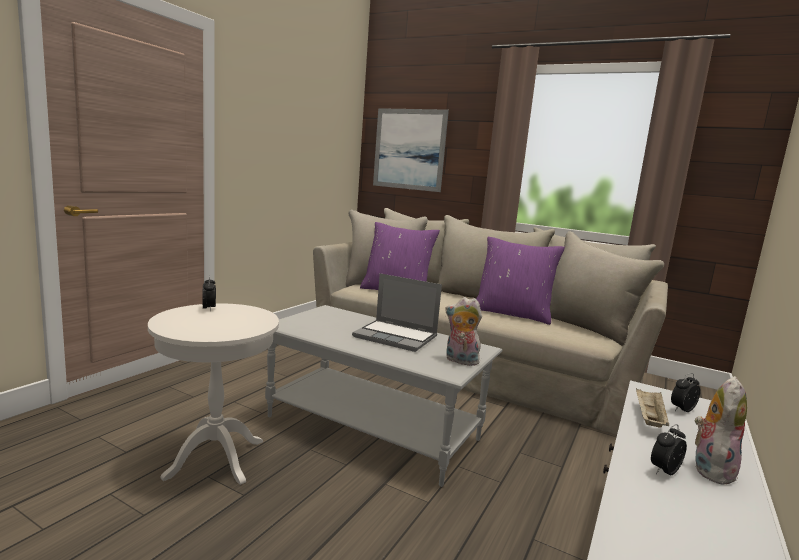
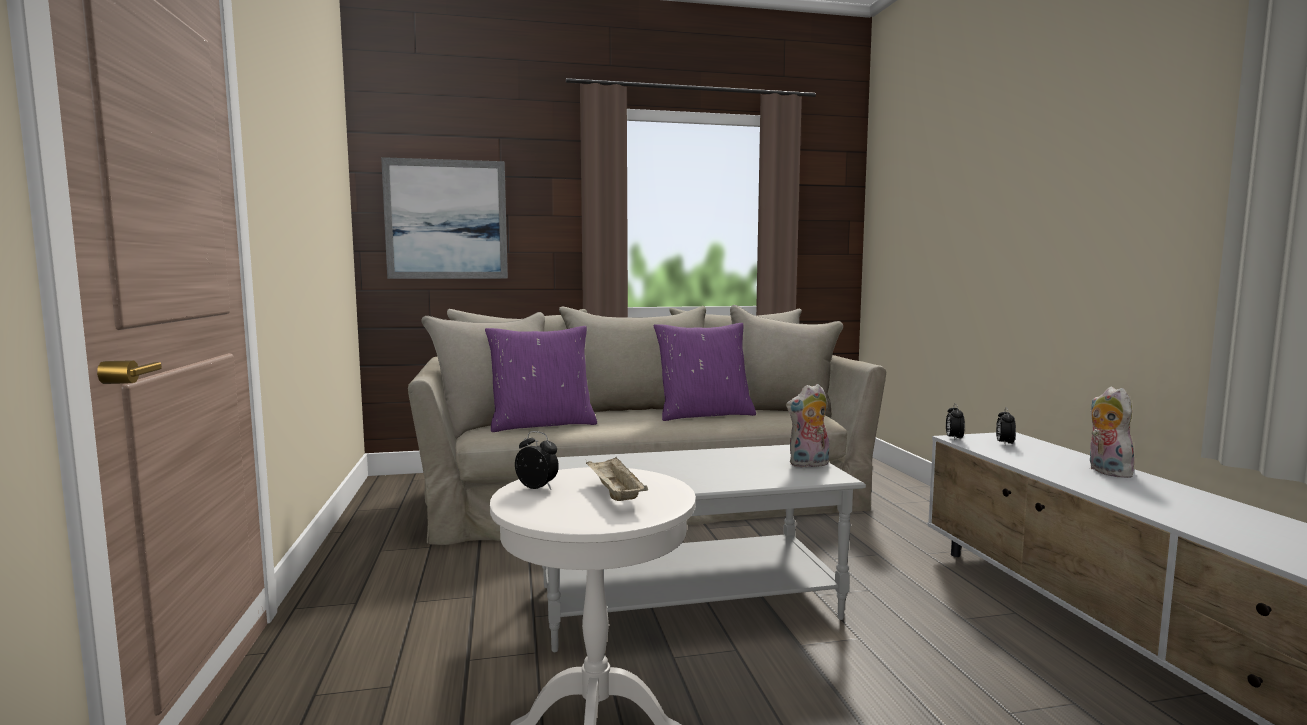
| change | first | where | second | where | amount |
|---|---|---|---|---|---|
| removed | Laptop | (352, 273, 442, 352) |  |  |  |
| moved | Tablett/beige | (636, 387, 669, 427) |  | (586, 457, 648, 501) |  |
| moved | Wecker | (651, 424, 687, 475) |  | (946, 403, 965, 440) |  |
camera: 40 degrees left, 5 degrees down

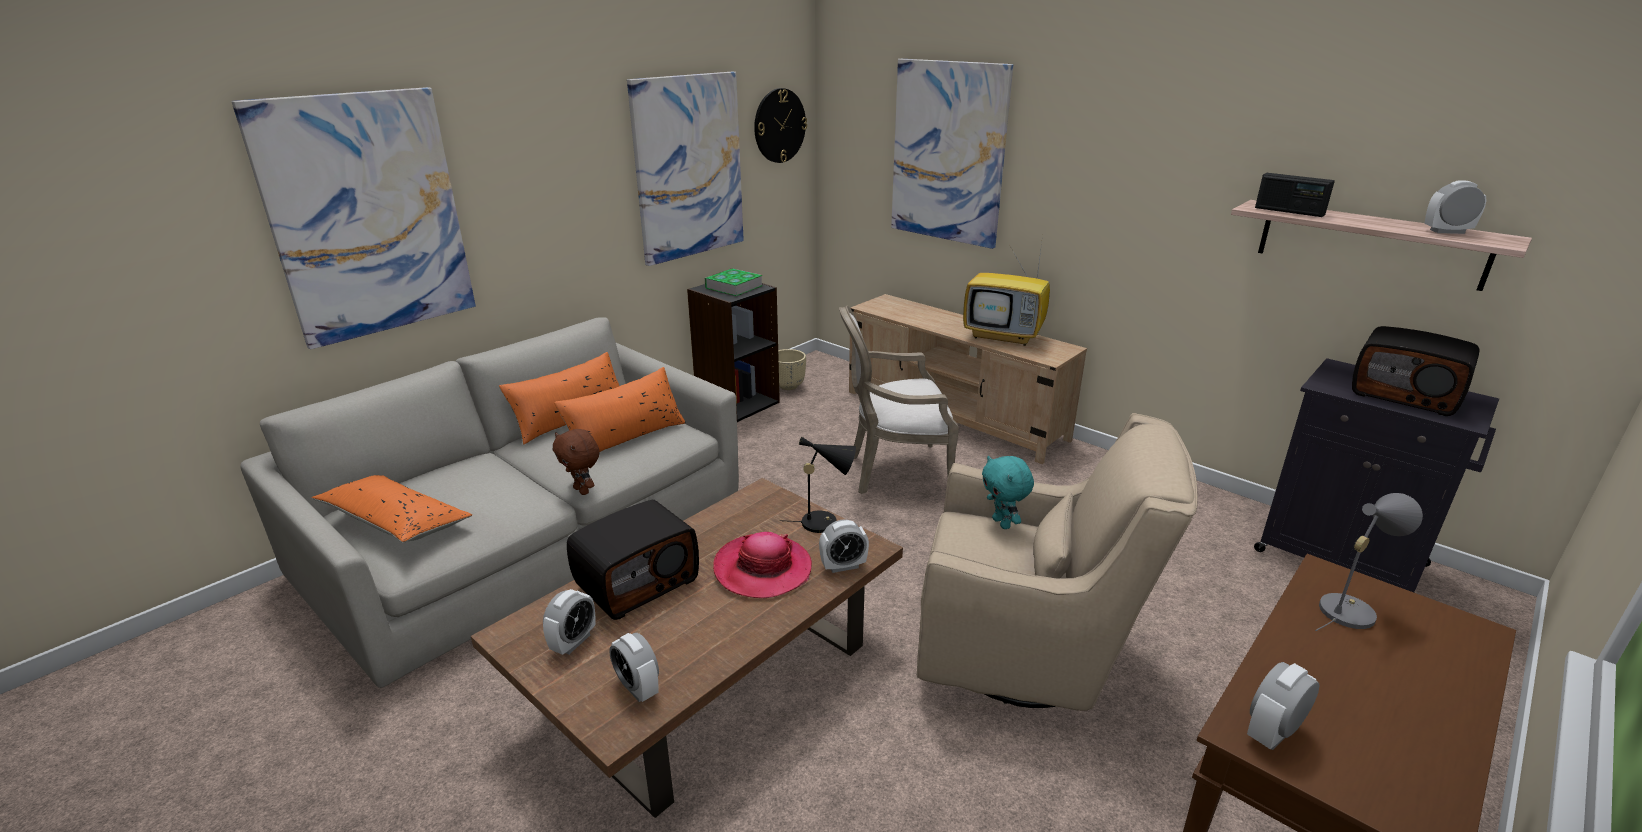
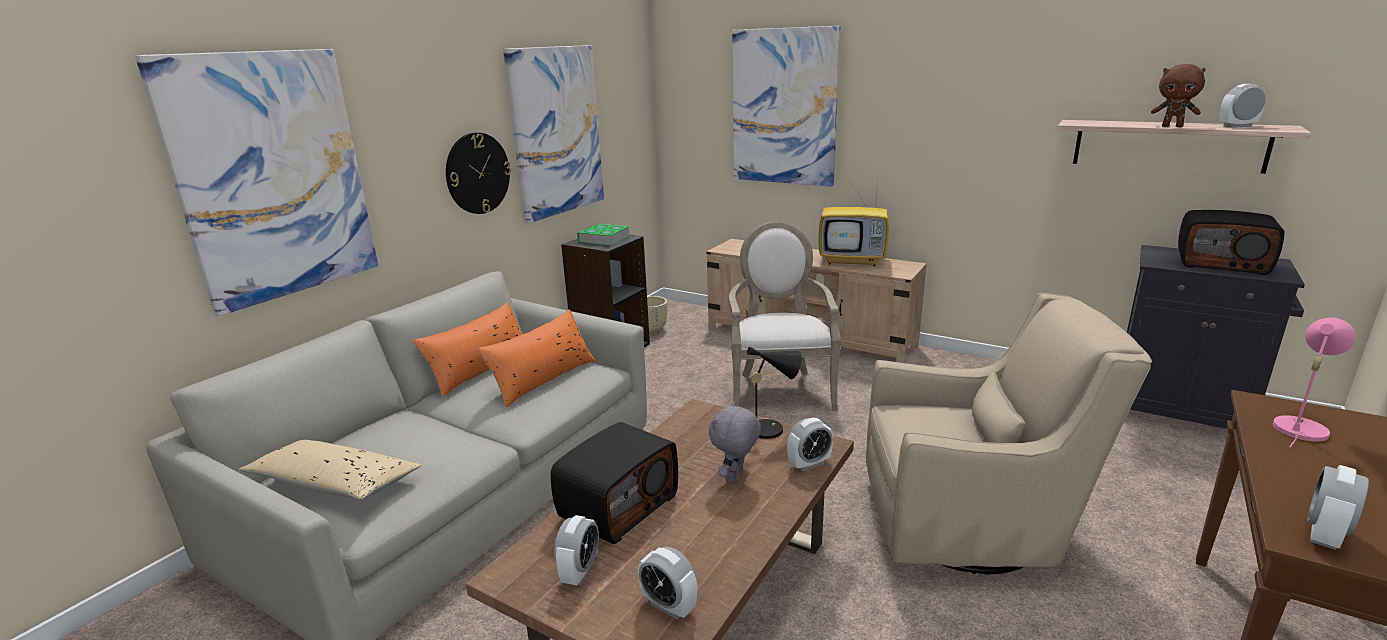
| change | first | where | second | where | amount |
|---|---|---|---|---|---|
| recoloured | Kissen/orange | (312, 475, 472, 543) | Kissen/beige | (238, 440, 421, 500) |  |
| moved | Plüschtier/braun | (553, 429, 600, 495) |  | (1151, 64, 1206, 127) |  |
| replaced | Hut | (713, 532, 812, 598) | Plüschtier/grau | (709, 402, 761, 483) |  |
| moved | Wanduhr | (754, 88, 807, 163) |  | (446, 132, 511, 214) |  |
| turned | Sessel | (839, 306, 959, 494) |  | (729, 222, 841, 411) | 105 degrees clockwise |
| removed | Plüschtier/türkis | (982, 456, 1034, 529) |  |  |  |
| removed | Radio | (1255, 173, 1335, 217) |  |  |  |
| recoloured | Tischlampe/grau | (1315, 493, 1423, 631) | Tischlampe/rosa | (1273, 318, 1356, 448) |  |
camera: 10 degrees left, 5 degrees down

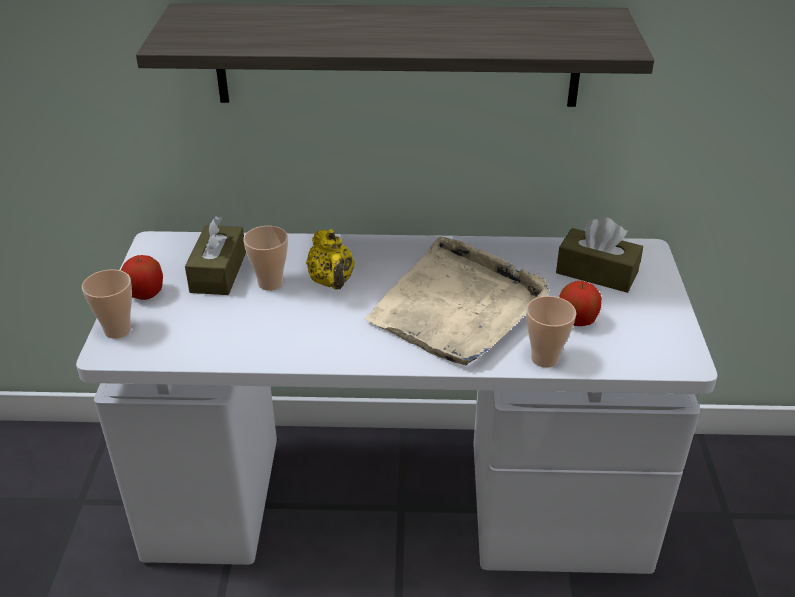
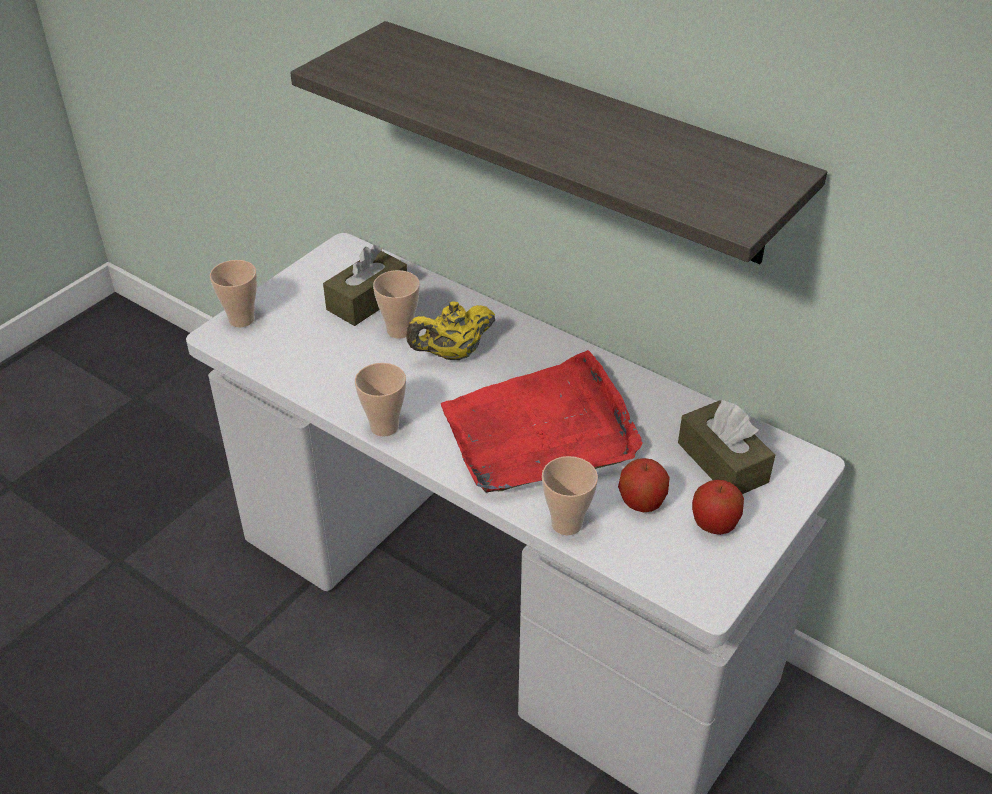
| change | first | where | second | where | amount |
|---|---|---|---|---|---|
| moved | Apfel | (121, 255, 163, 300) |  | (692, 480, 744, 535) |  |
| turned | Teekanne/gelb | (306, 229, 355, 290) |  | (406, 301, 495, 360) | 45 degrees clockwise |
| recoloured | Tablett/beige | (364, 236, 550, 365) | Tablett/rot | (441, 350, 643, 493) |  |
| added |  |  | Tasse | (355, 363, 406, 437) |  |
camera: 35 degrees right, 5 degrees up

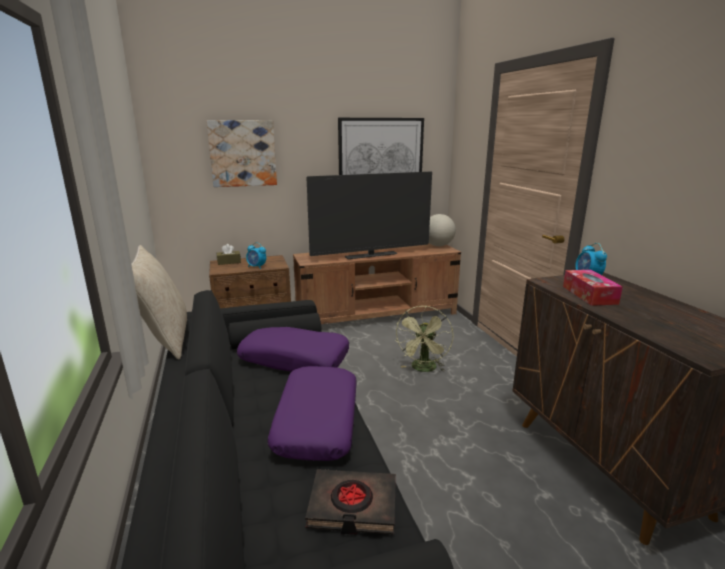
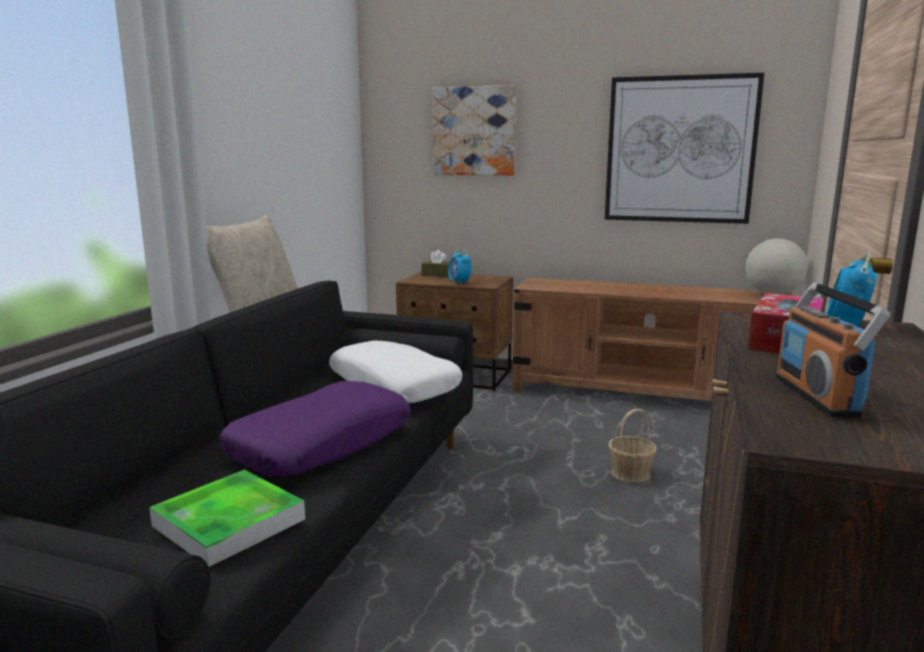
| change | first | where | second | where | amount |
|---|---|---|---|---|---|
| recoloured | Kissen/lila | (237, 327, 349, 372) | Kissen/weiß | (329, 340, 462, 403) |  |
| replaced | Buch/schwarz | (305, 469, 396, 535) | Tablett | (149, 470, 305, 567) |  |
| removed | Fernseher | (306, 172, 432, 259) |  |  |  |
| replaced | Ventilator/grün | (395, 306, 453, 372) | Korb | (608, 409, 657, 483) |  |
| added |  |  | Radio | (775, 282, 890, 417) |  |
camera: 35 degrees right, 5 degrees down

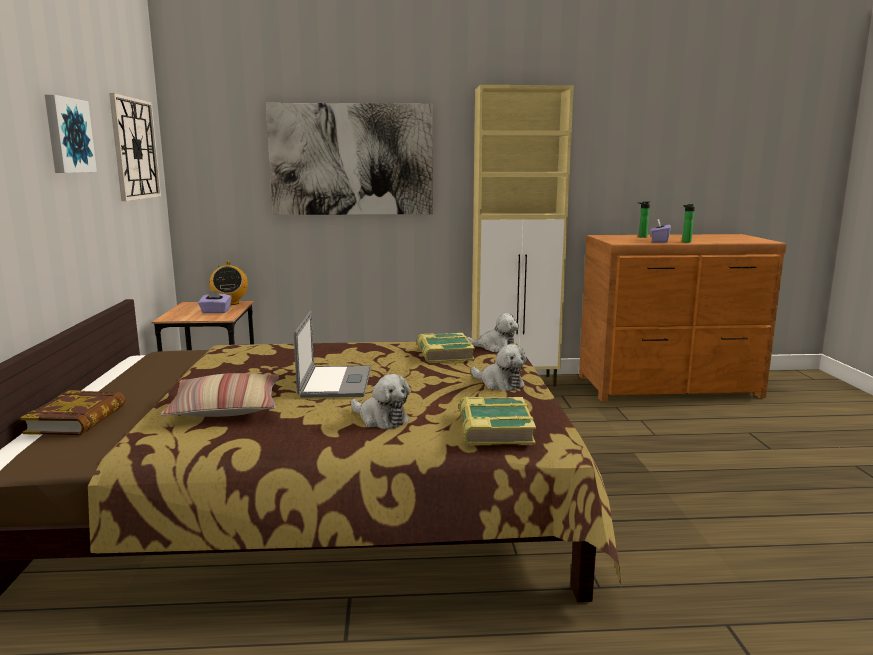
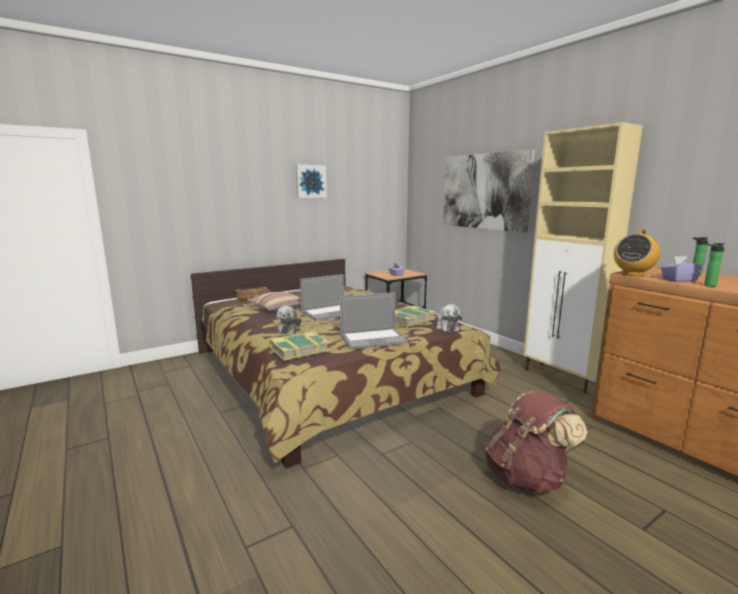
| change | first | where | second | where | amount |
|---|---|---|---|---|---|
| removed | Wanduhr | (109, 93, 161, 201) |  |  |  |
| moved | Radio | (209, 261, 248, 305) |  | (614, 229, 660, 276) |  |
| replaced | Plüschtier | (471, 344, 527, 391) | Laptop | (340, 292, 408, 349) |  |
| added |  |  | Rucksack/braun | (485, 391, 587, 493) |  |
camera: 60 degrees right, 0 degrees up

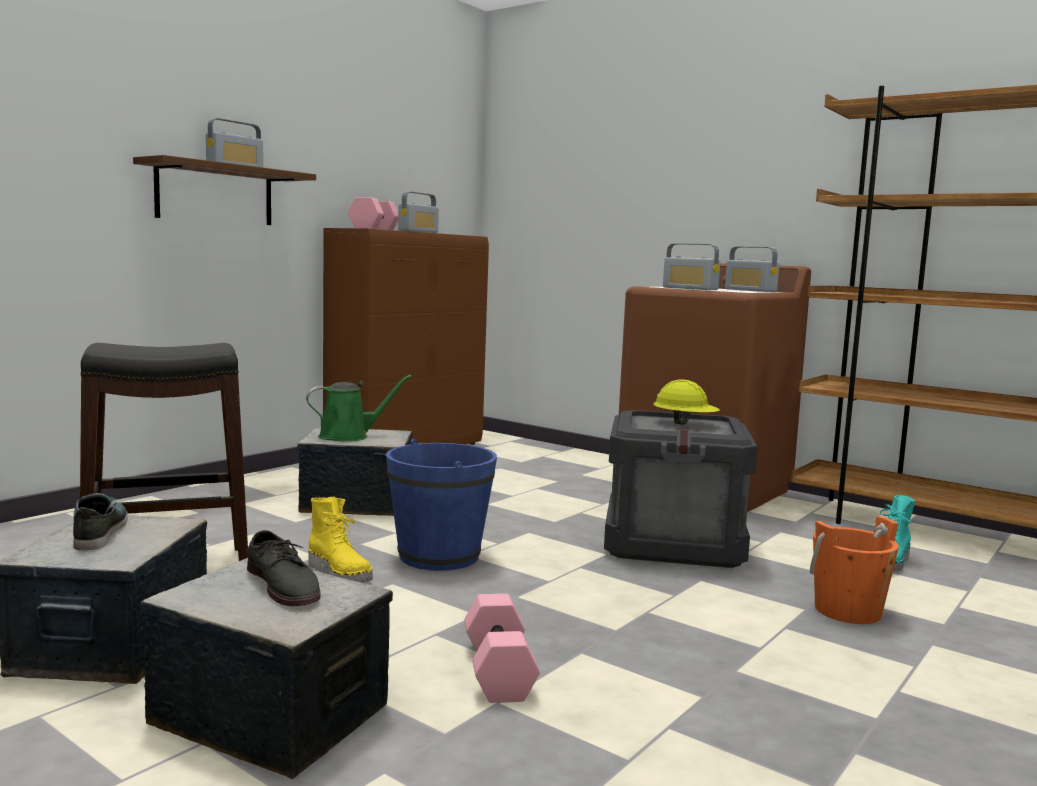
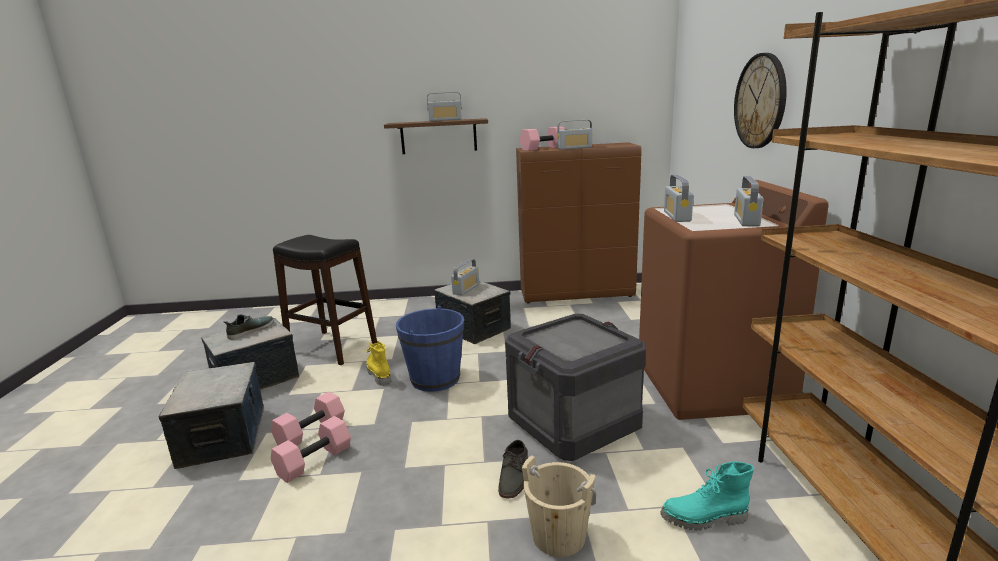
| change | first | where | second | where | amount |
|---|---|---|---|---|---|
| moved | Schuh/grau | (247, 530, 320, 606) |  | (498, 440, 528, 498) |  |
| replaced | Gießkanne/grün | (306, 375, 412, 442) | Radio | (451, 259, 479, 296) |  |
| turned | Stiefel/gelb | (308, 497, 373, 583) |  | (366, 341, 391, 386) | 150 degrees clockwise |
| removed | Schutzhelm/gelb | (653, 379, 720, 425) |  |  |  |
| recoloured | Eimer/orange | (810, 516, 899, 624) | Eimer/beige | (522, 455, 596, 557) |  |
| added |  |  | Hantel/rosa | (271, 392, 345, 446) |  |
| added |  |  | Wanduhr | (734, 53, 787, 148) |  |
camera: 50 degrees right, 10 degrees up

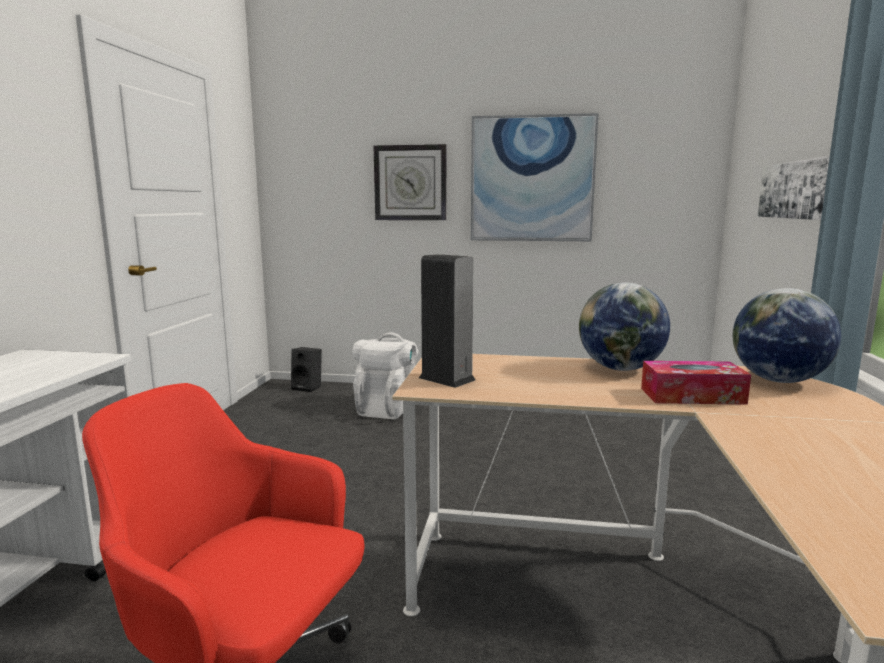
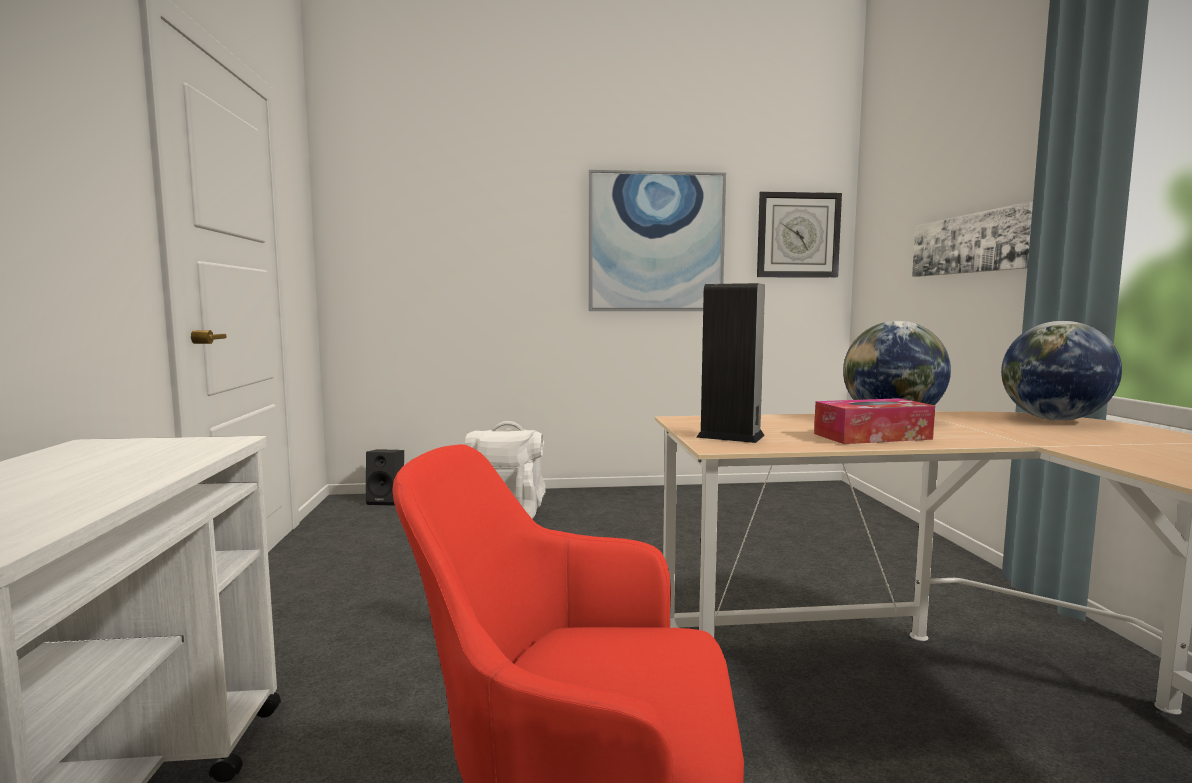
| change | first | where | second | where | amount |
|---|---|---|---|---|---|
| moved | Wanduhr | (373, 144, 447, 220) |  | (757, 191, 842, 278) |  |
| moved | Taschentuchbox | (641, 361, 751, 405) |  | (814, 398, 935, 444) |  |
camera: 15 degrees left, 5 degrees down

